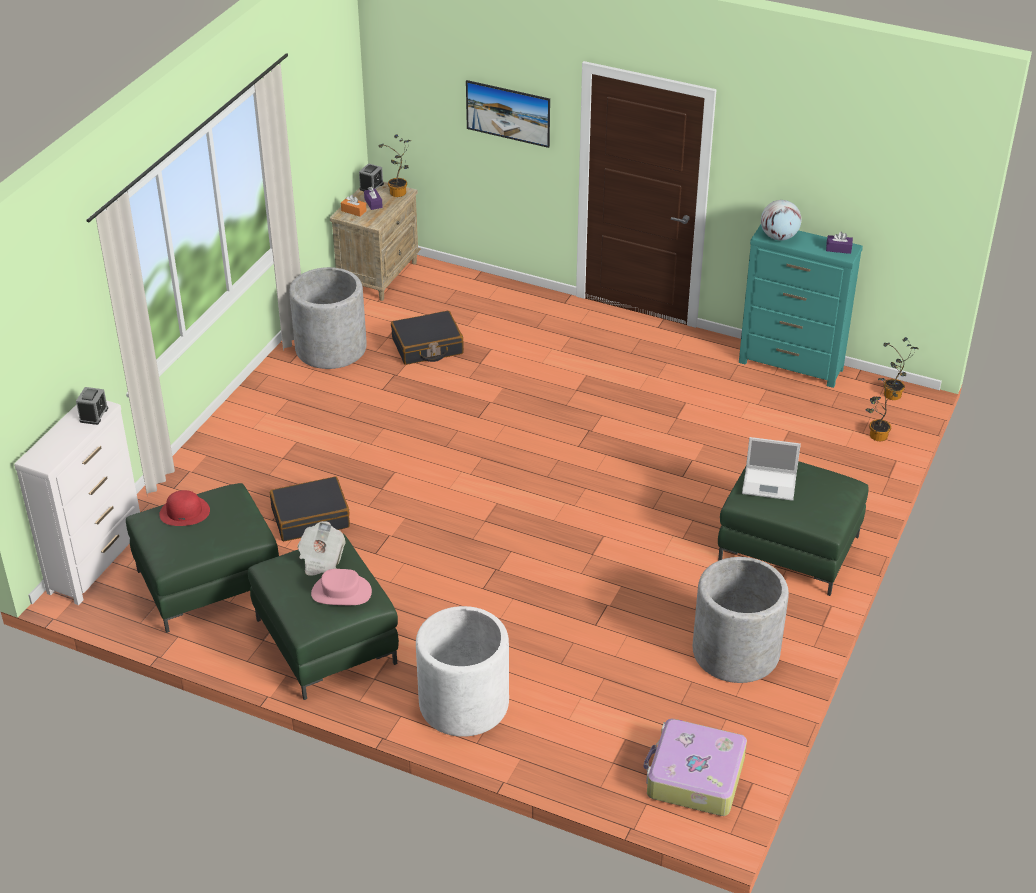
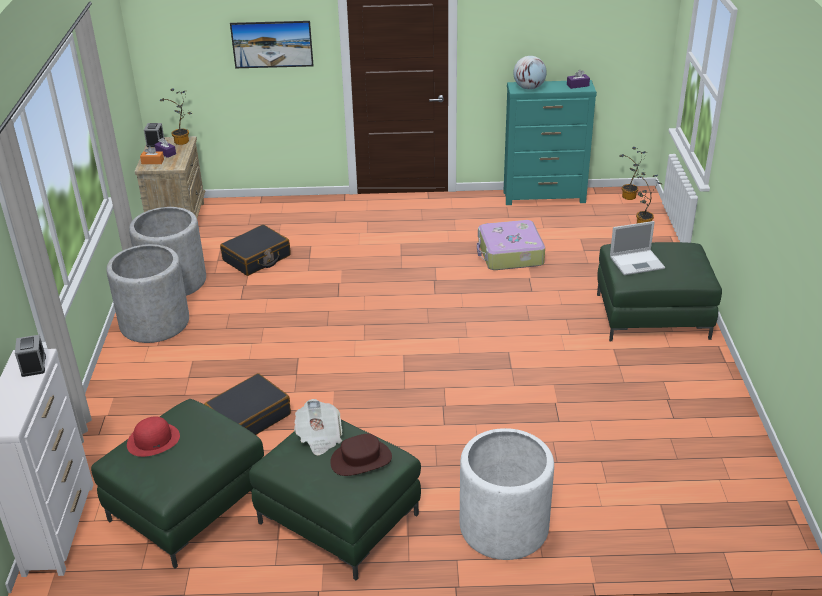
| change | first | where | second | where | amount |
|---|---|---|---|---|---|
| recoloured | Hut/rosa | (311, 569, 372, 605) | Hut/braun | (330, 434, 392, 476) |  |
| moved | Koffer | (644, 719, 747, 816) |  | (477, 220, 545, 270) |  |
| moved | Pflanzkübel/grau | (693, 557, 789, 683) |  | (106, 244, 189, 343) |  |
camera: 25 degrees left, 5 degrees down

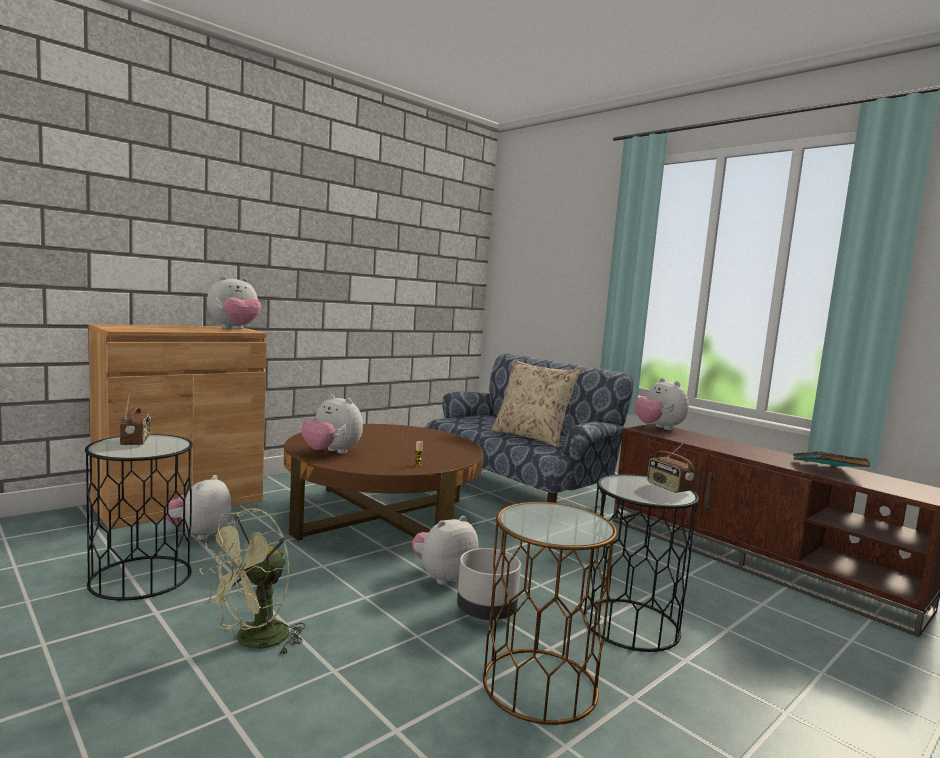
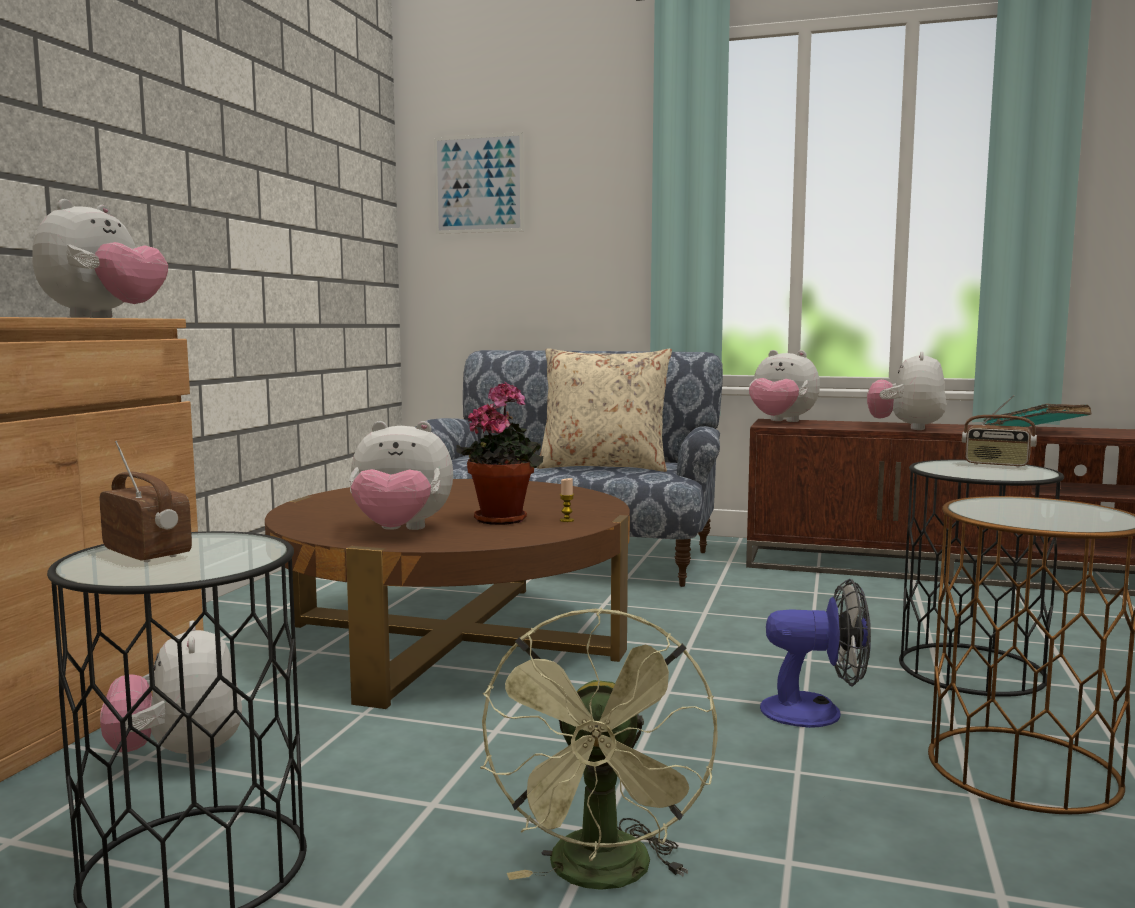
| change | first | where | second | where | amount |
|---|---|---|---|---|---|
| moved | Plüschtier | (412, 516, 479, 585) |  | (867, 352, 946, 430) |  |
| replaced | Pflanzkübel/grau | (457, 548, 521, 620) | Ventilator | (760, 578, 871, 728) |  |
| added |  |  | Bild | (434, 132, 524, 234) |  |
| added |  |  | Topfpflanze | (456, 382, 543, 525) |  |
camera: 30 degrees left, 0 degrees up

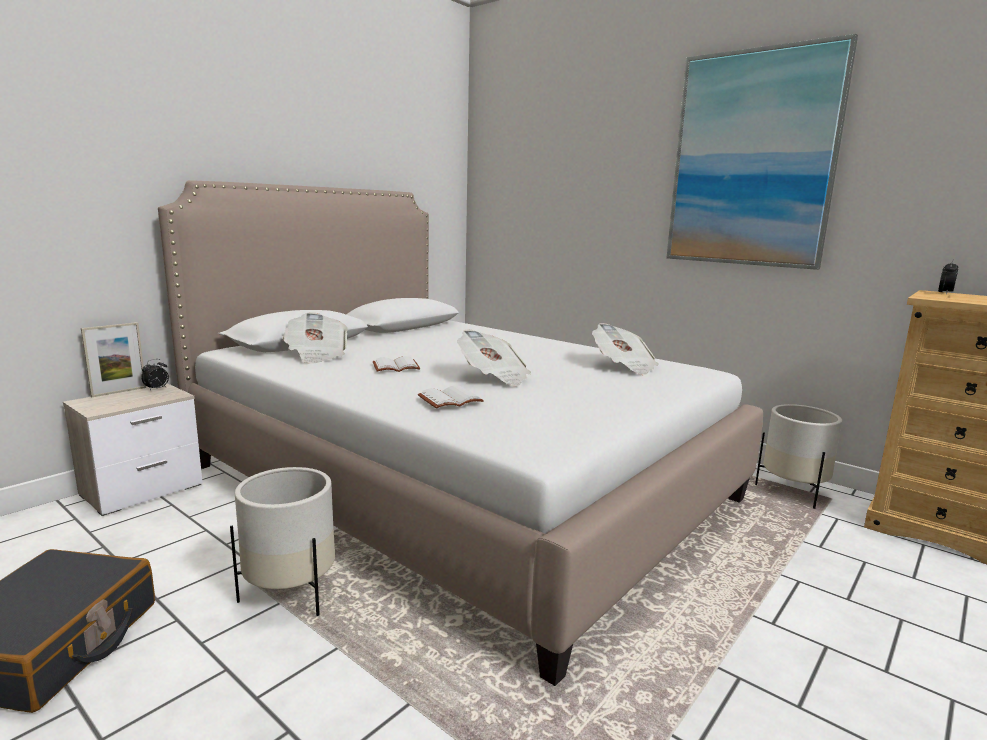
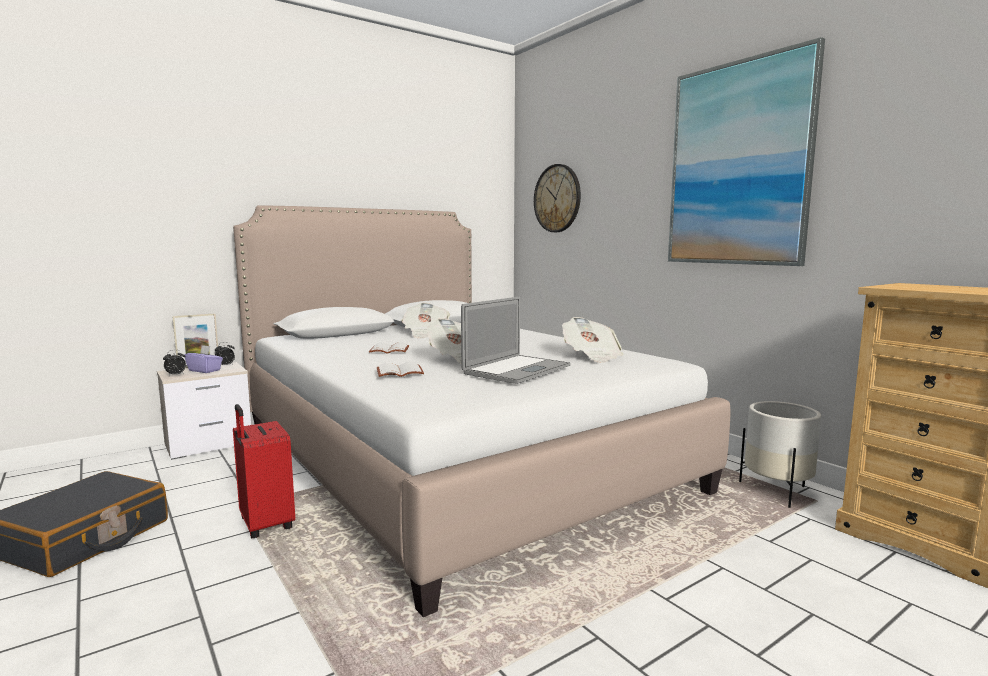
| change | first | where | second | where | amount |
|---|---|---|---|---|---|
| replaced | Pflanzkübel/weiß | (230, 467, 335, 616) | Koffer/rot | (233, 404, 295, 538) |  |
| moved | Zeitung | (282, 313, 348, 364) |  | (401, 303, 450, 338) |  |
| moved | Wecker | (938, 260, 958, 294) |  | (163, 350, 186, 376) |  |
| added |  |  | Taschentuchbox/lila | (185, 345, 223, 373) |  |
| added |  |  | Laptop | (461, 297, 571, 384) |  |
| added |  |  | Wanduhr | (534, 164, 581, 232) |  |
camera: 15 degrees right, 5 degrees down

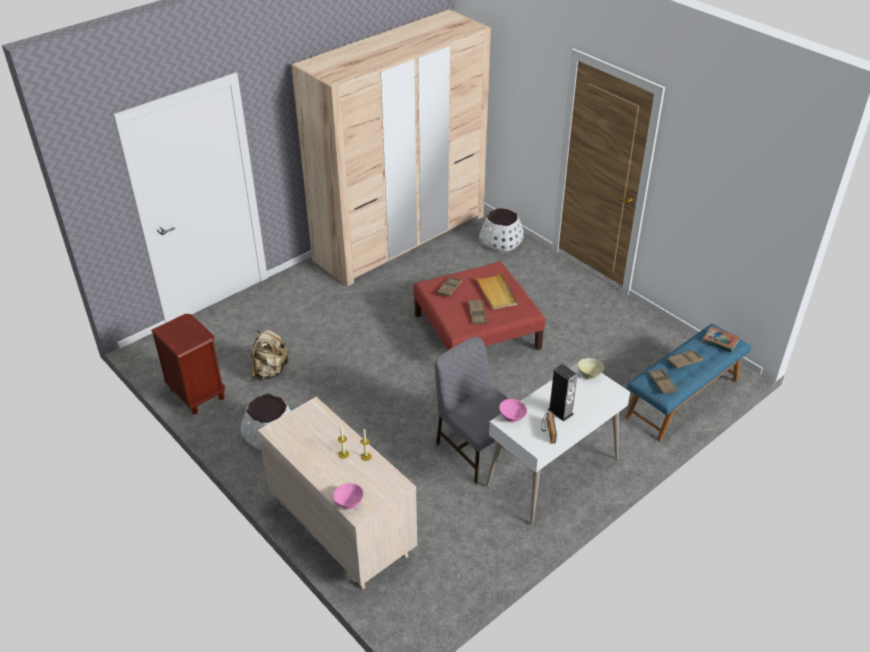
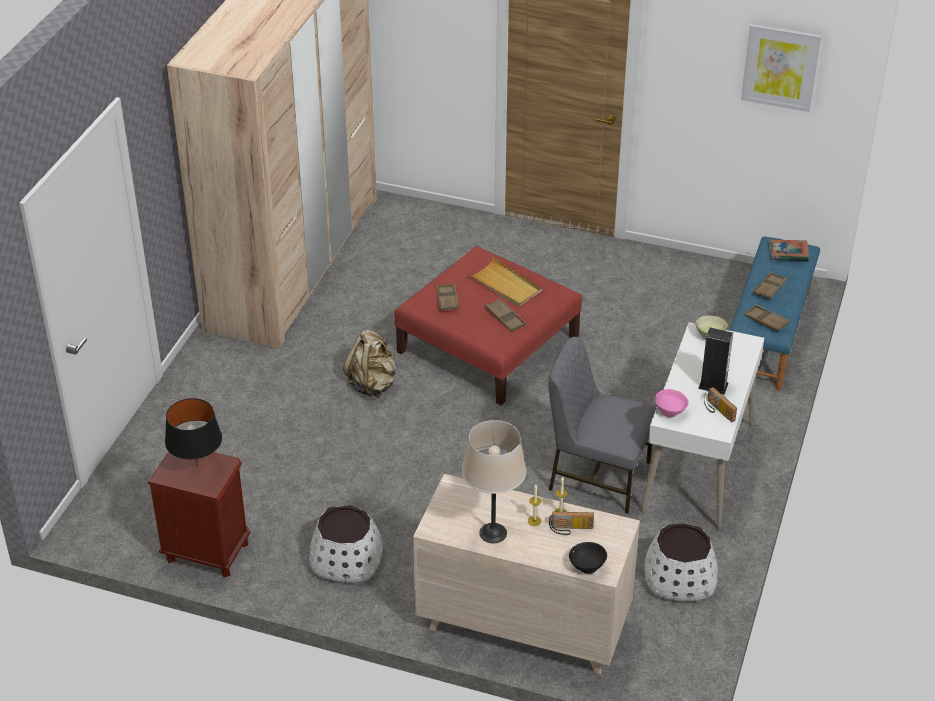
| change | first | where | second | where | amount |
|---|---|---|---|---|---|
| moved | Rucksack/beige | (251, 330, 289, 381) |  | (343, 330, 396, 397) |  |
| recoloured | Schüssel/rosa | (333, 483, 363, 510) | Schüssel/schwarz | (569, 542, 607, 574) |  |
| moved | Pflanzkübel/weiß | (479, 208, 524, 252) |  | (644, 524, 718, 601) |  |
| added |  |  | Tischlampe/schwarz | (165, 398, 222, 467) |  |
| added |  |  | Tischlampe/beige | (462, 420, 526, 543) |  |
| added |  |  | Radio | (549, 512, 594, 535) |  |
| added |  |  | Bild | (741, 24, 821, 112) |  |
camera: 30 degrees left, 0 degrees up

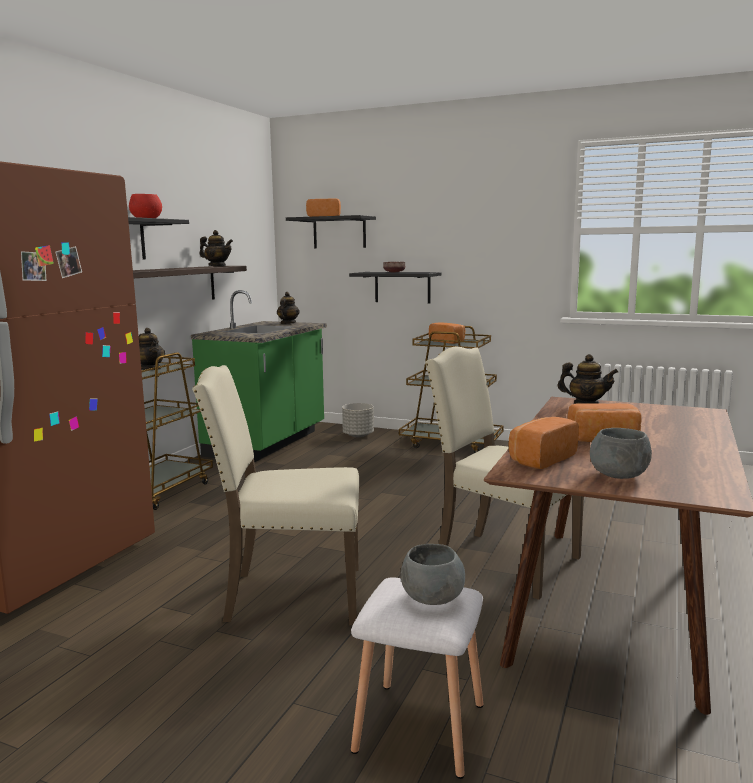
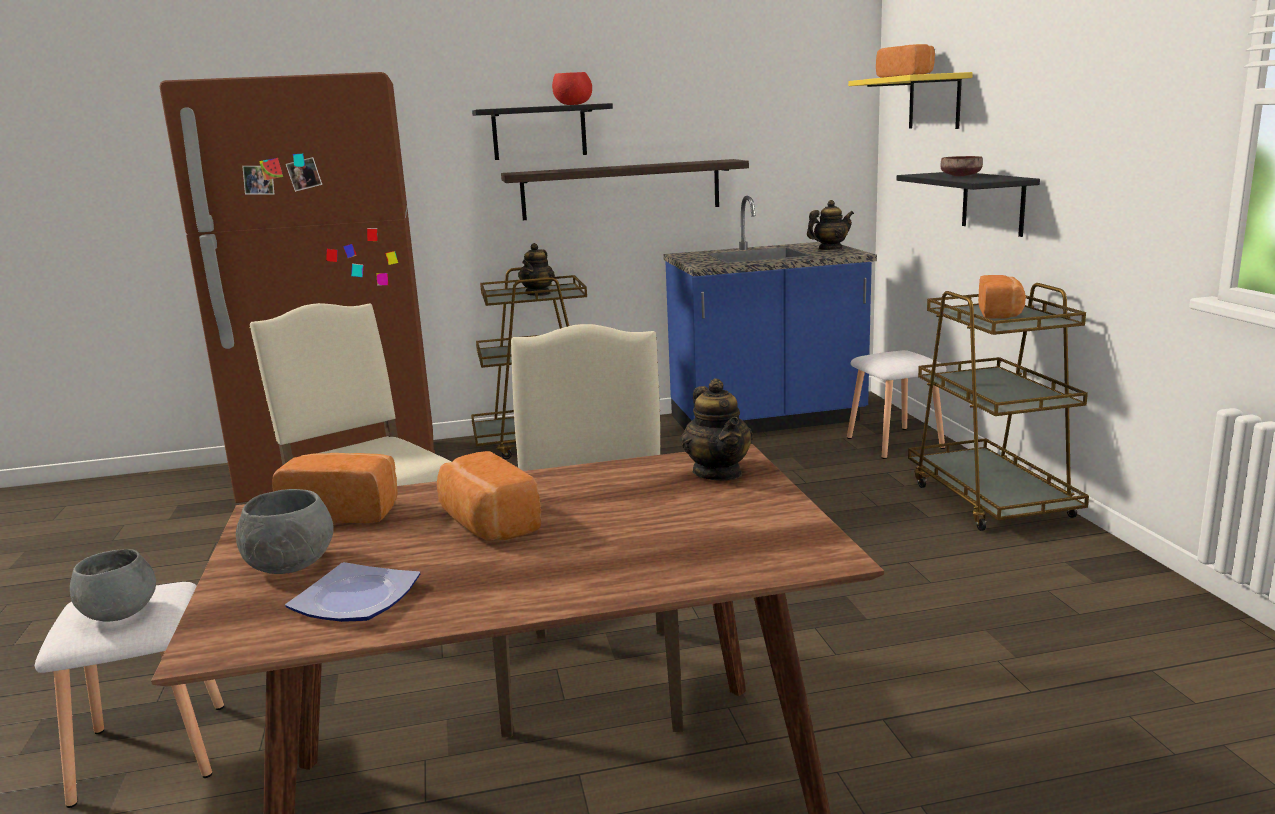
| change | first | where | second | where | amount |
|---|---|---|---|---|---|
| recoloured | Küchenzeile/grün | (191, 290, 327, 463) | Küchenzeile/blau | (663, 196, 877, 433) |  |
| removed | Teekanne | (199, 230, 233, 266) |  |  |  |
| recoloured | Wandregal/schwarz | (286, 215, 376, 248) | Wandregal/gelb | (848, 72, 973, 129) |  |
| replaced | Pflanzkübel/grau | (342, 403, 374, 437) | Hocker/weiß | (847, 350, 946, 459) |  |
| added |  |  | Teller | (285, 562, 420, 622) |  |
camera: 55 degrees right, 5 degrees up

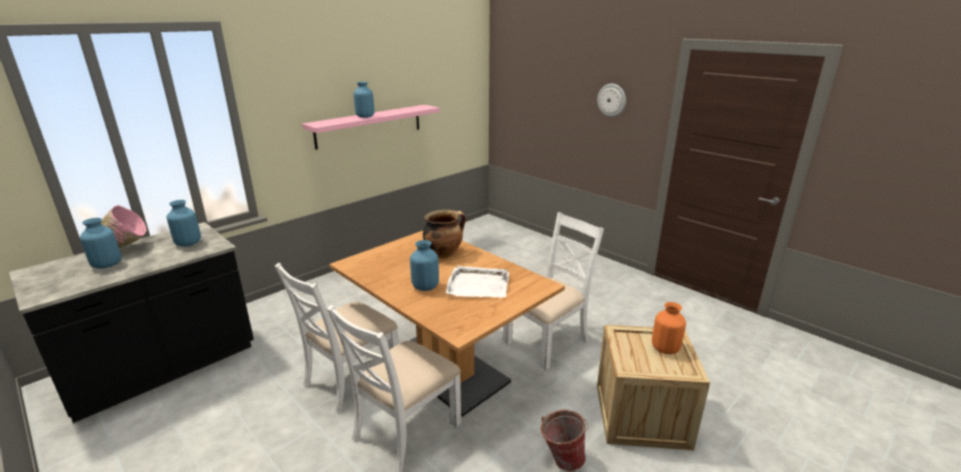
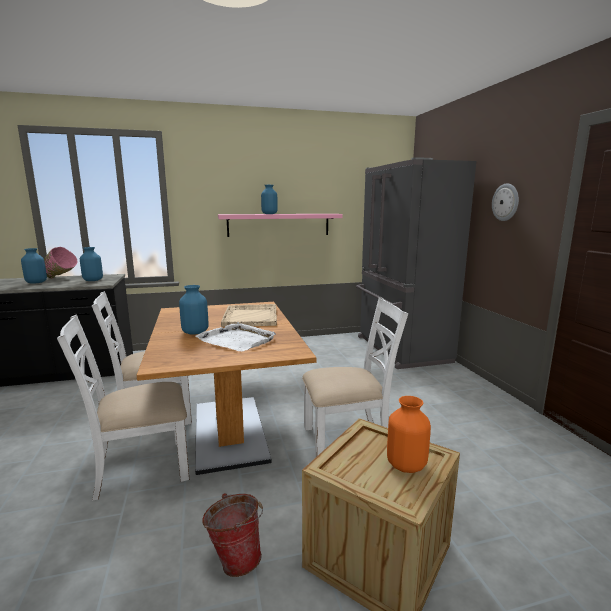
| change | first | where | second | where | amount |
|---|---|---|---|---|---|
| replaced | Kochtopf | (423, 210, 466, 258) | Tablett/beige | (221, 304, 277, 327) |  |
| added |  |  | Kühlschrank/grau | (356, 157, 476, 369) |  |
camera: 30 degrees right, 10 degrees down

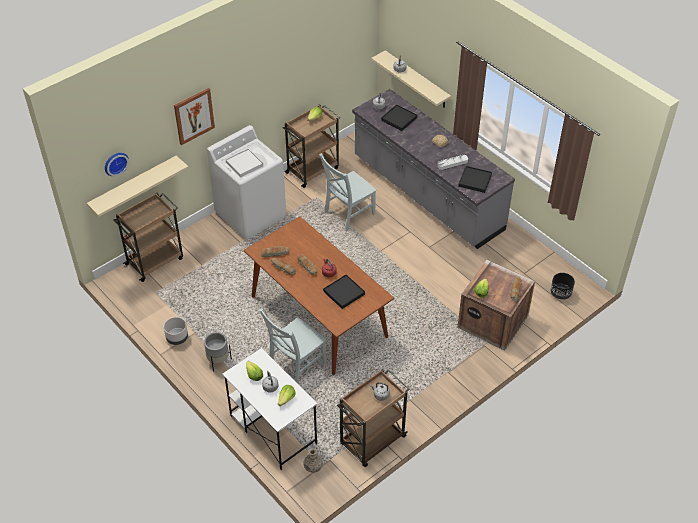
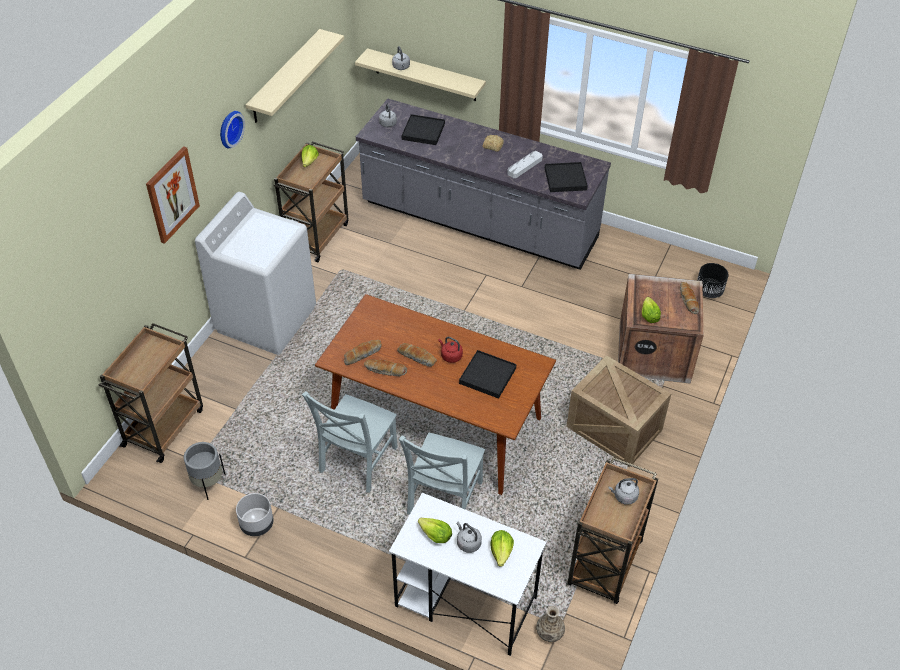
| change | first | where | second | where | amount |
|---|---|---|---|---|---|
| moved | Wandregal/beige | (87, 156, 188, 217) |  | (246, 29, 344, 123) |  |
| moved | Wanduhr | (105, 153, 129, 176) |  | (220, 111, 245, 148) |  |
| moved | Pflanzkübel/grau | (204, 332, 232, 372) |  | (184, 442, 225, 500) |  |
| removed | Tablett/weiß | (225, 149, 263, 177) |  |  |  |
| moved | Stuhl/grau | (319, 153, 377, 231) |  | (302, 391, 397, 492) |  |
| added |  |  | Kiste | (566, 355, 671, 468) |  |
camera: 25 degrees left, 0 degrees up

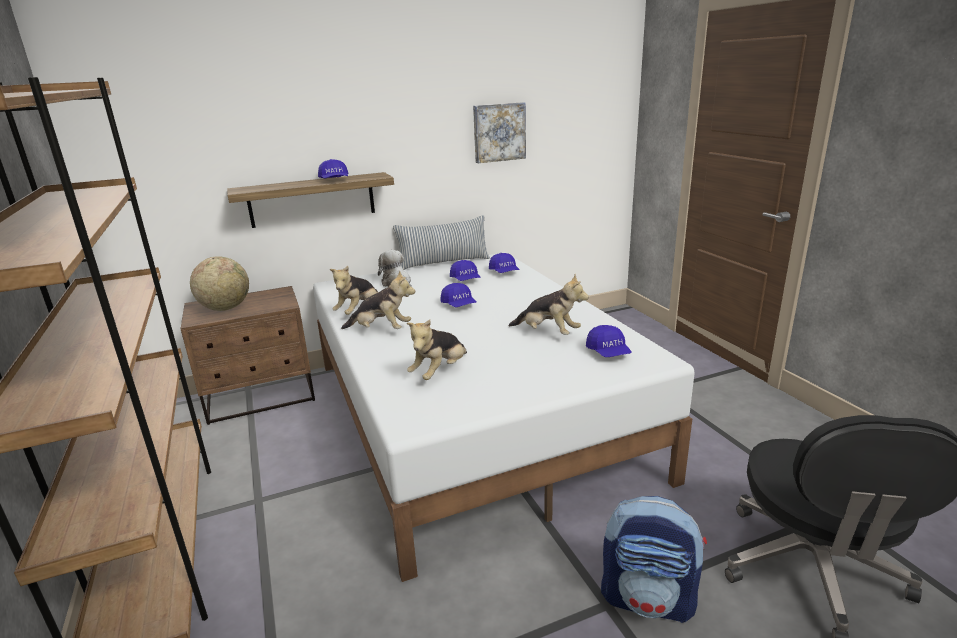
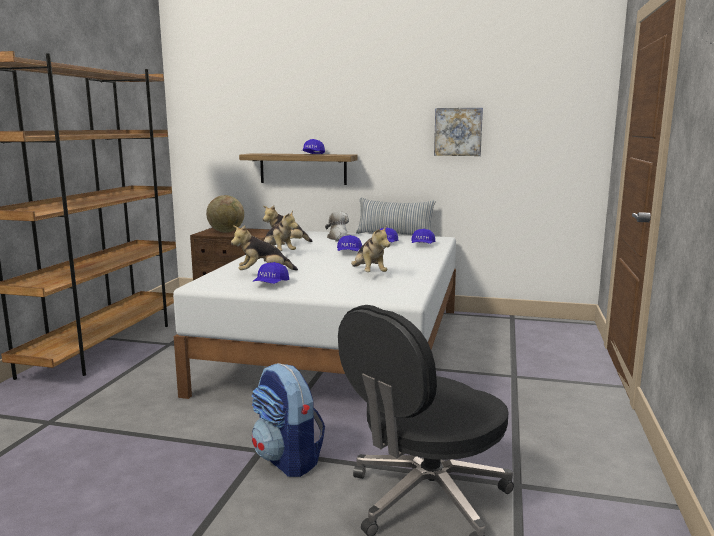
| change | first | where | second | where | amount |
|---|---|---|---|---|---|
| moved | Kappe/blau | (586, 325, 632, 357) |  | (252, 262, 289, 284) |  |
camera: 35 degrees right, 10 degrees down

